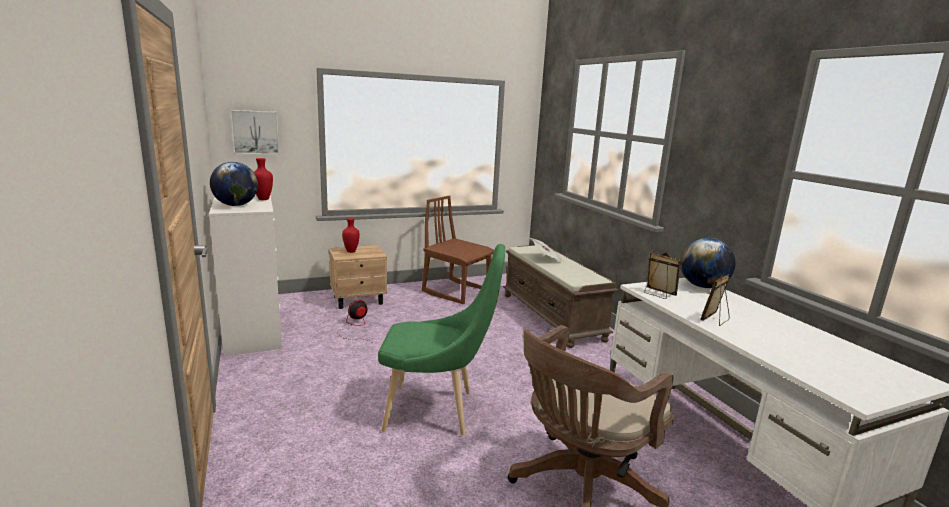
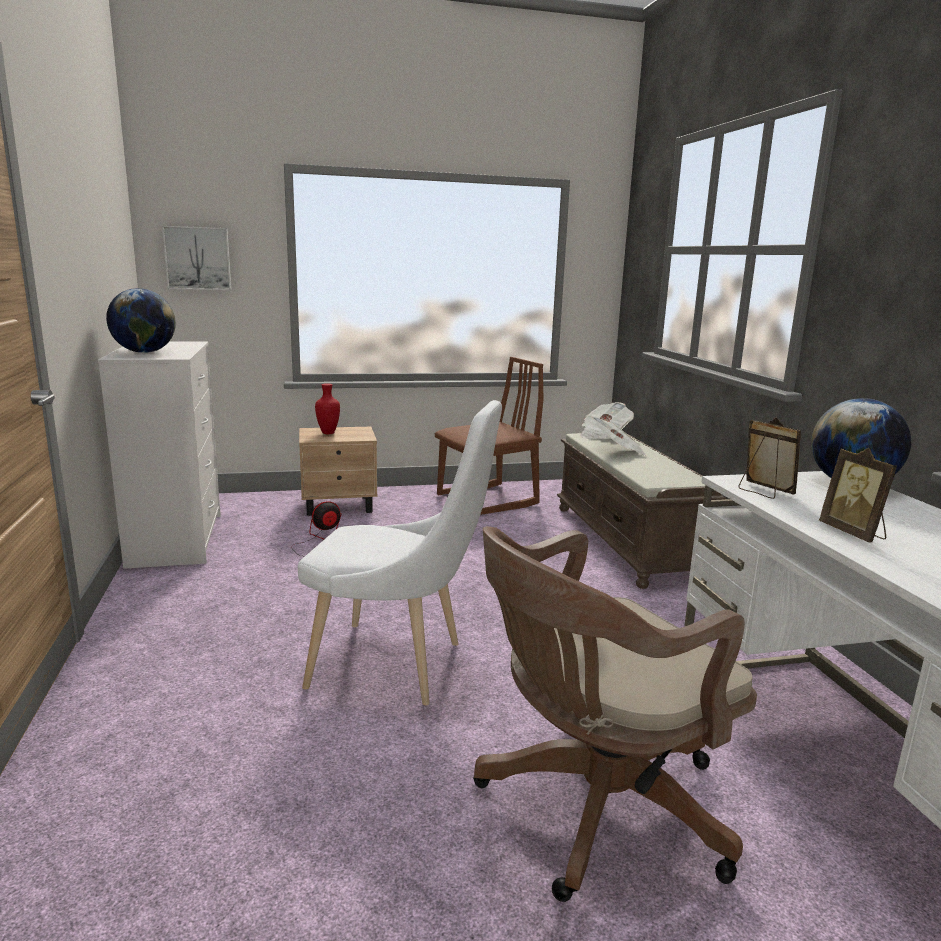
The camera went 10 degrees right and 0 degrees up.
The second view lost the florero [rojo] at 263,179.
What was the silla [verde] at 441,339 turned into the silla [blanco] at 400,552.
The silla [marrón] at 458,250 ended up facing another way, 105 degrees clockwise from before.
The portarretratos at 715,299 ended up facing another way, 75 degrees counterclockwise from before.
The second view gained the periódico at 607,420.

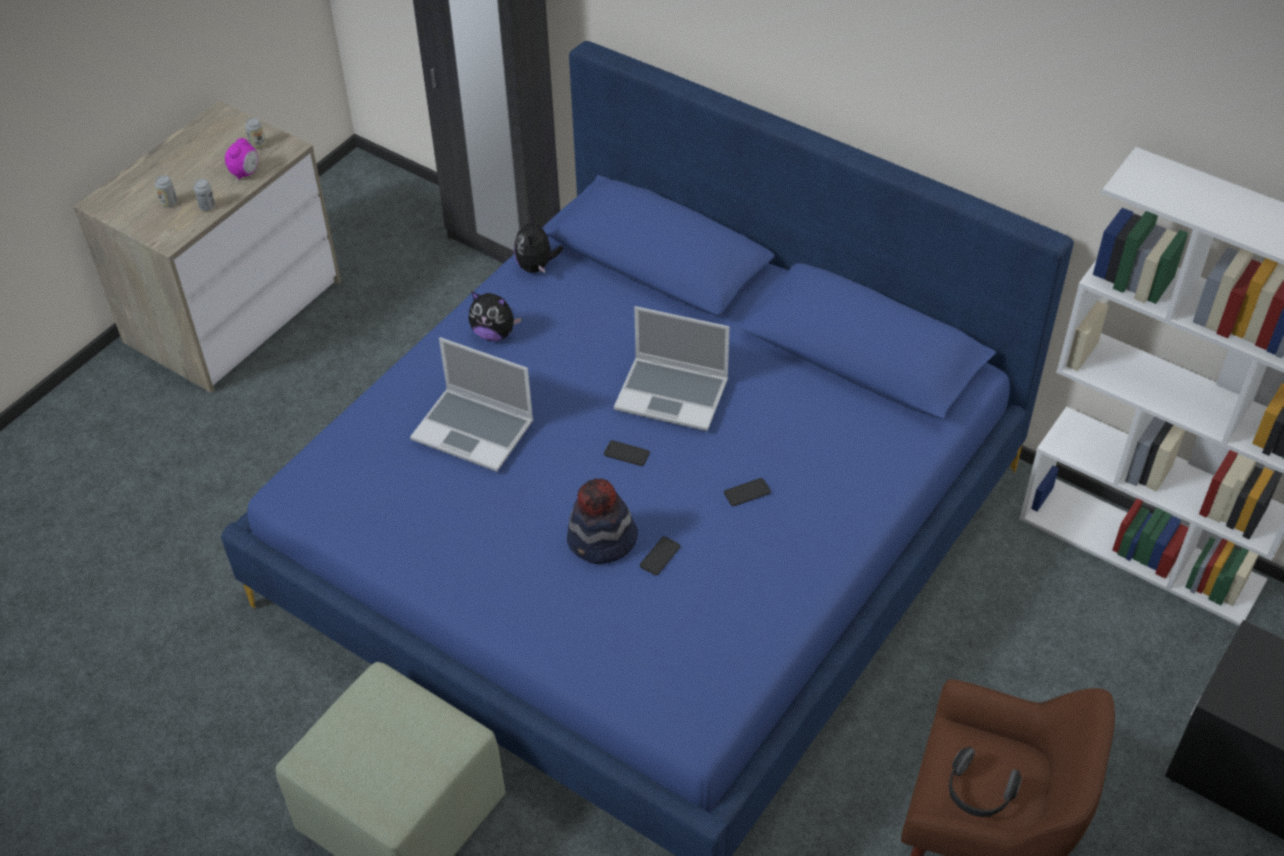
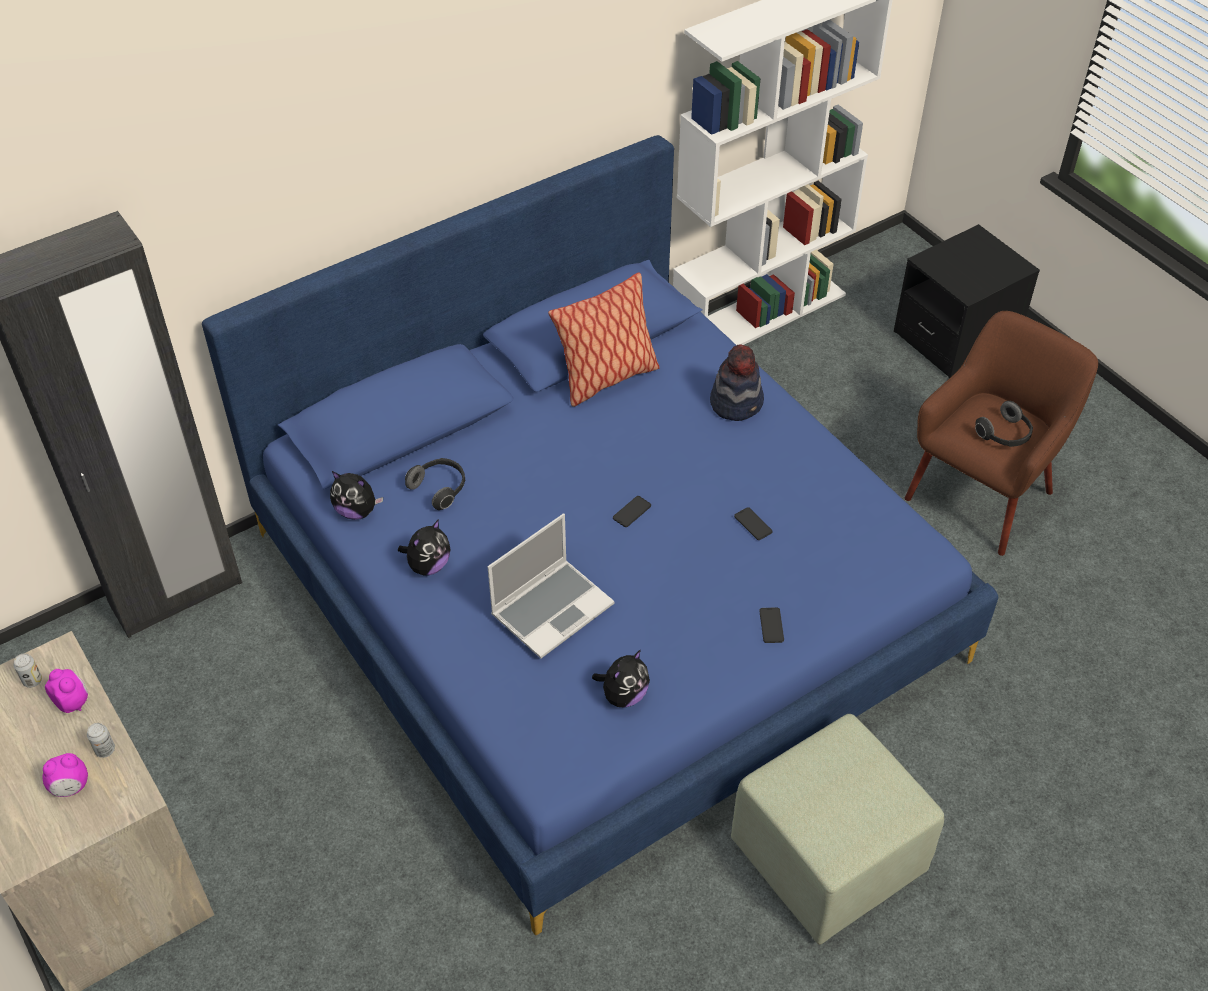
The camera went 70 degrees left and 0 degrees up.
Where the lata stood at 166,191, the despertador came to stand at 65,775.
The sombrero ended up elsewhere, having gone from 602,521 to 737,383.
The second view lost the portátil at 671,368.
The móvil ended up elsewhere, having gone from 747,492 to 771,625.
The second view gained the auriculares at 435,484.
The second view gained the cojín at 604,339.
The second view gained the peluche at 621,679.

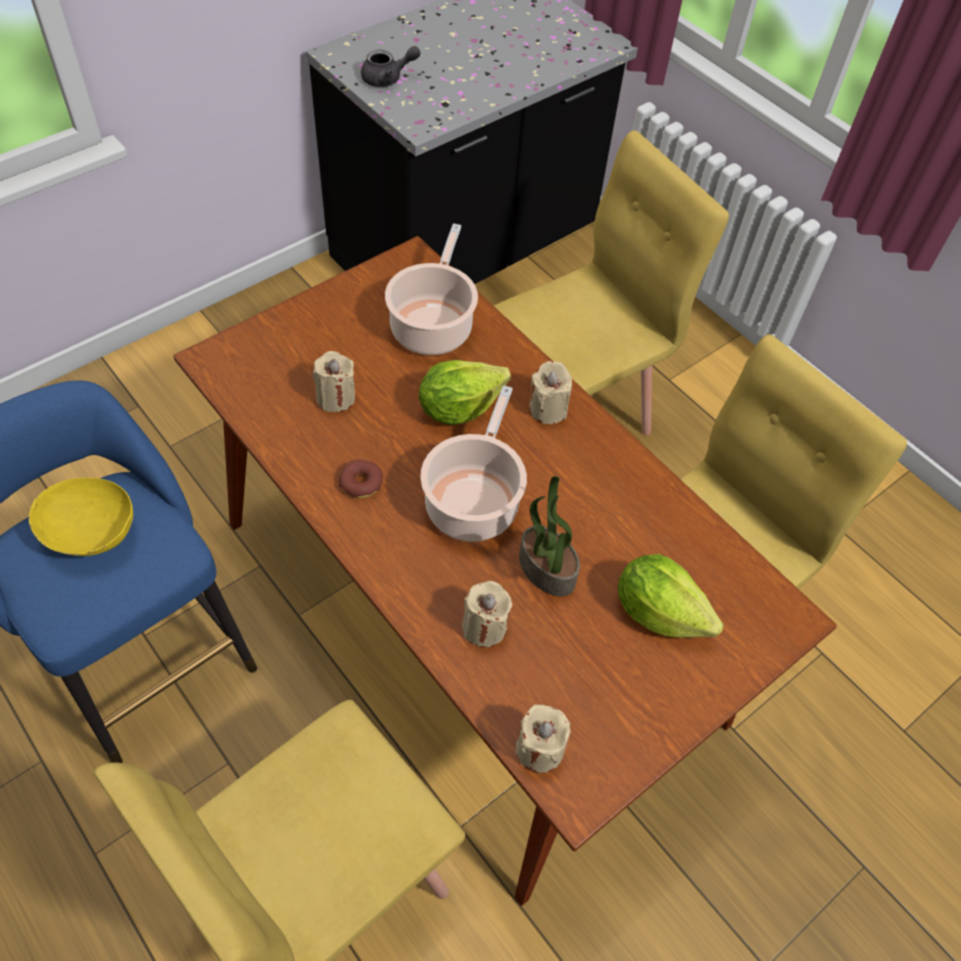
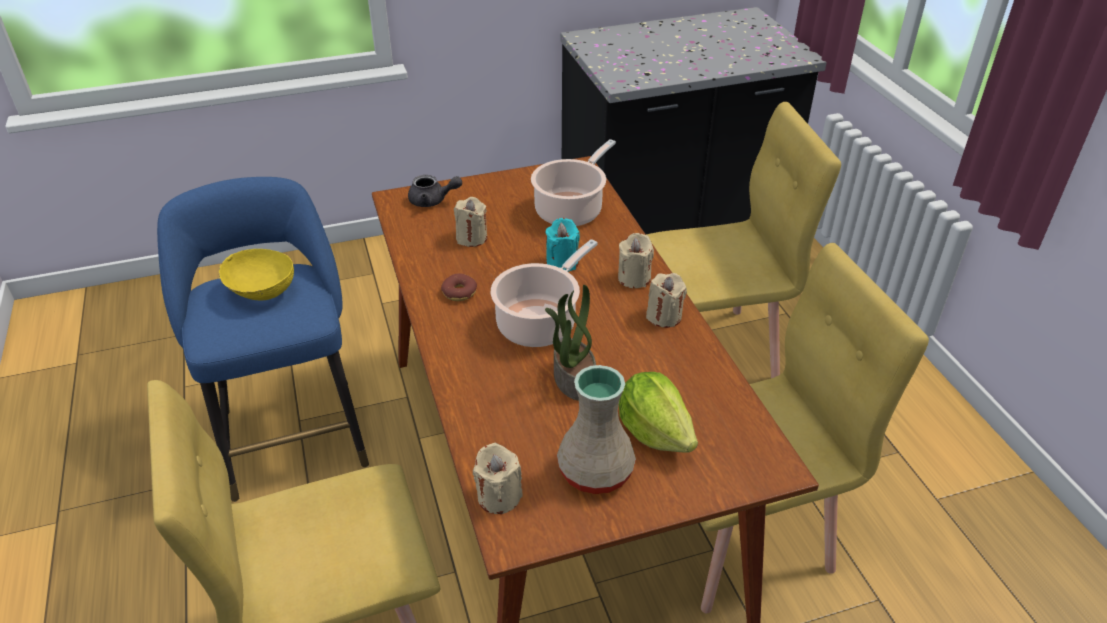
The camera went 25 degrees right and 15 degrees down.
The tetera [gris] ended up elsewhere, having gone from 391,66 to 435,191.
Where the lechuga stood at 465,392, the vela [turquesa] came to stand at 563,245.
The vela [beis] ended up elsewhere, having gone from 487,614 to 666,300.
The second view gained the florero [beis] at 596,429.

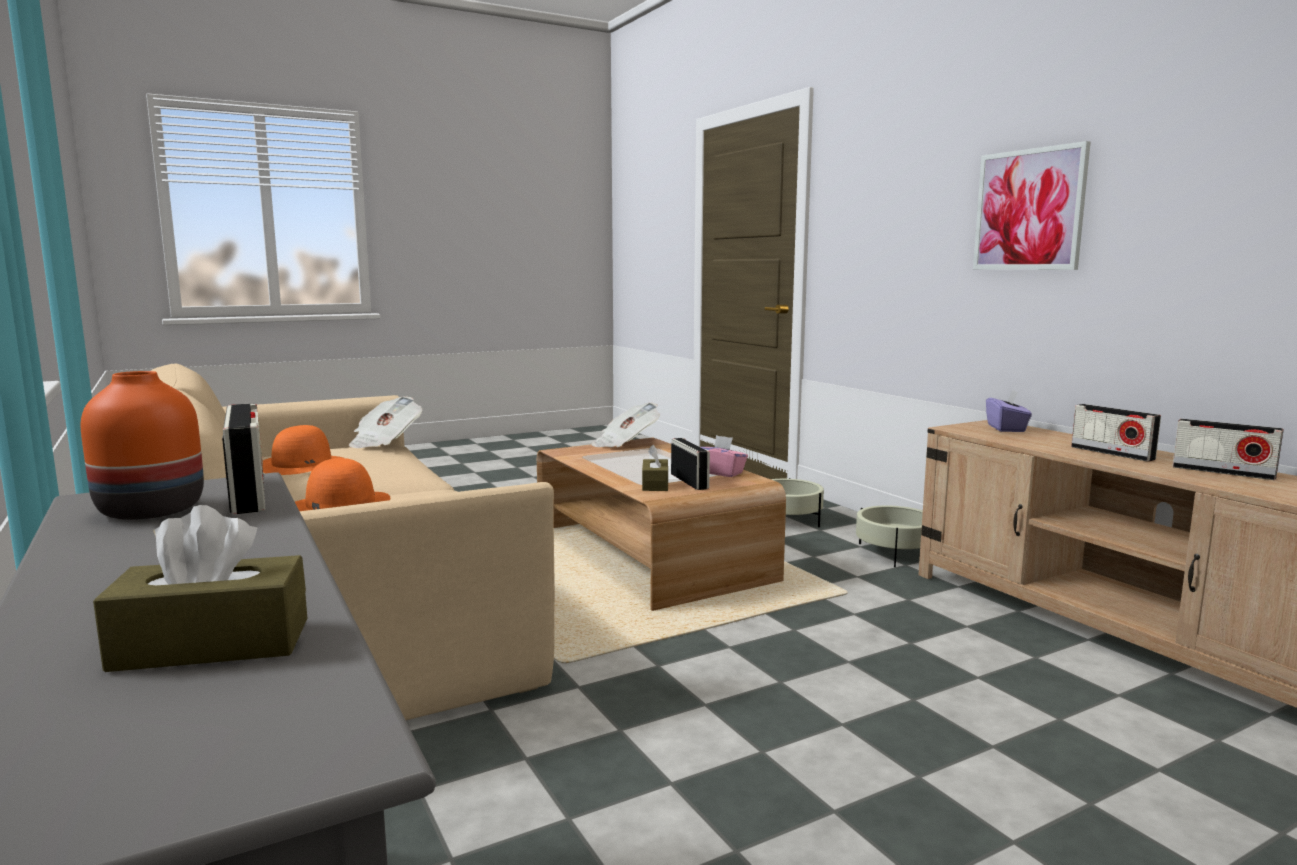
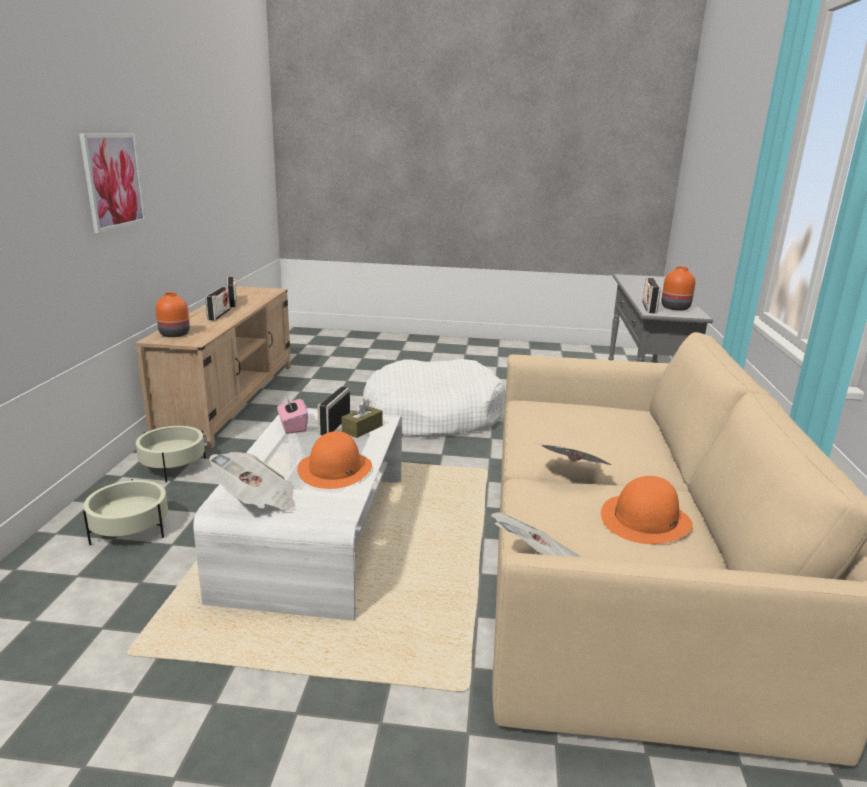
The camera went 145 degrees left and 10 degrees up.
The second view lost the caja de pañuelos [marrón] at 200,588.
The sombrero [naranja] ended up elsewhere, having gone from 342,484 to 334,460.
What was the mesa de centro [marrón] at 661,524 turned into the mesa de centro [blanco] at 297,515.
Where the caja de pañuelos [morado] stood at 1009,411, the florero [naranja] came to stand at 173,314.
The second view gained the cama para perro [blanco] at 434,398.
The second view gained the periódico at 573,454.

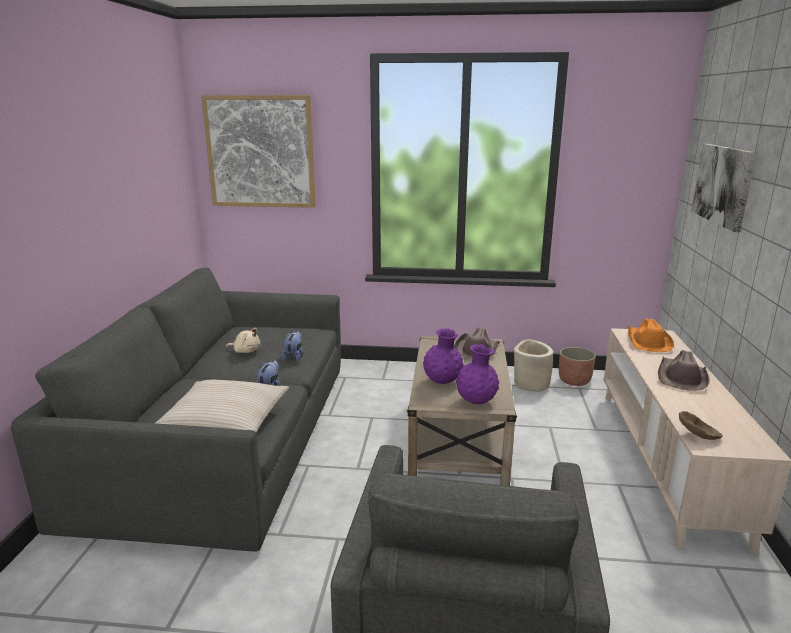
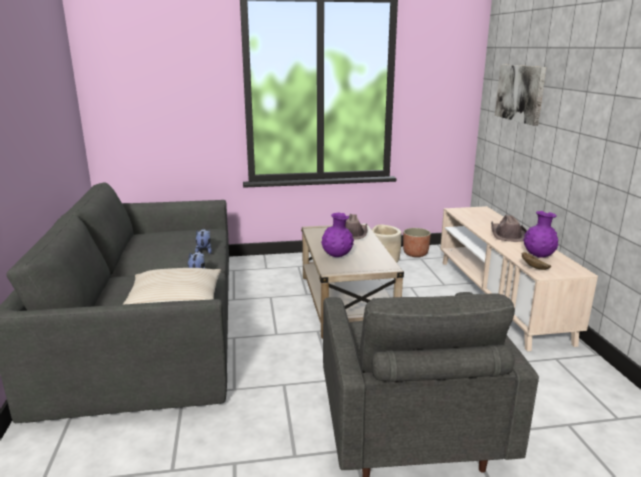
The camera went 15 degrees left and 0 degrees up.
The second view lost the cuadro at 258,151.
The second view lost the peluche [beis] at 243,340.
The florero [morado] ended up elsewhere, having gone from 477,374 to 540,234.
The second view lost the sombrero [naranja] at 651,335.

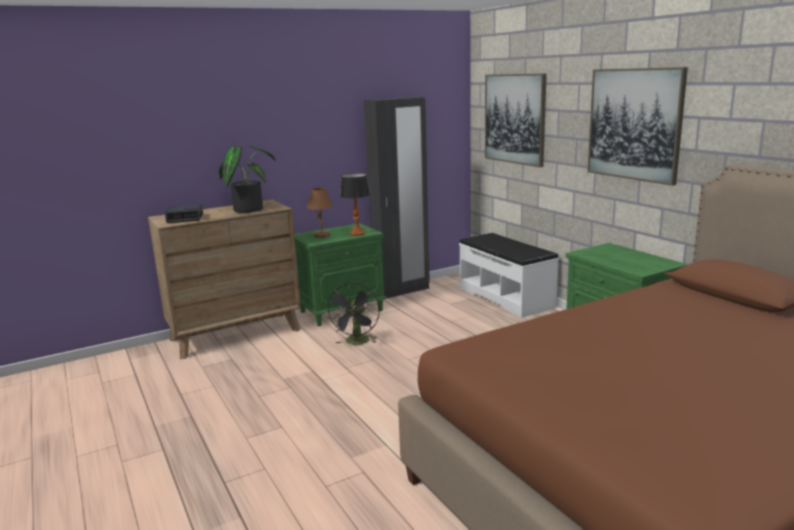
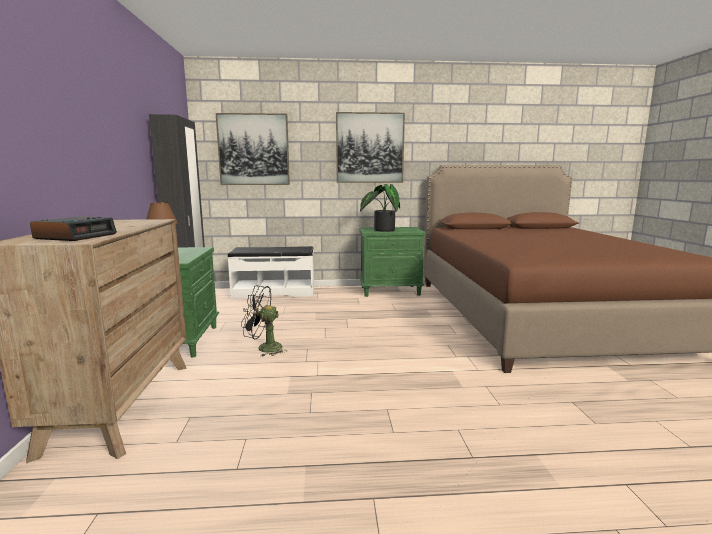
The camera went 65 degrees left and 5 degrees down.
The planta en maceta ended up elsewhere, having gone from 247,179 to 380,208.
The ventilador [negro] at 353,314 ended up facing another way, 150 degrees clockwise from before.
The second view lost the lámpara de mesa at 355,204.

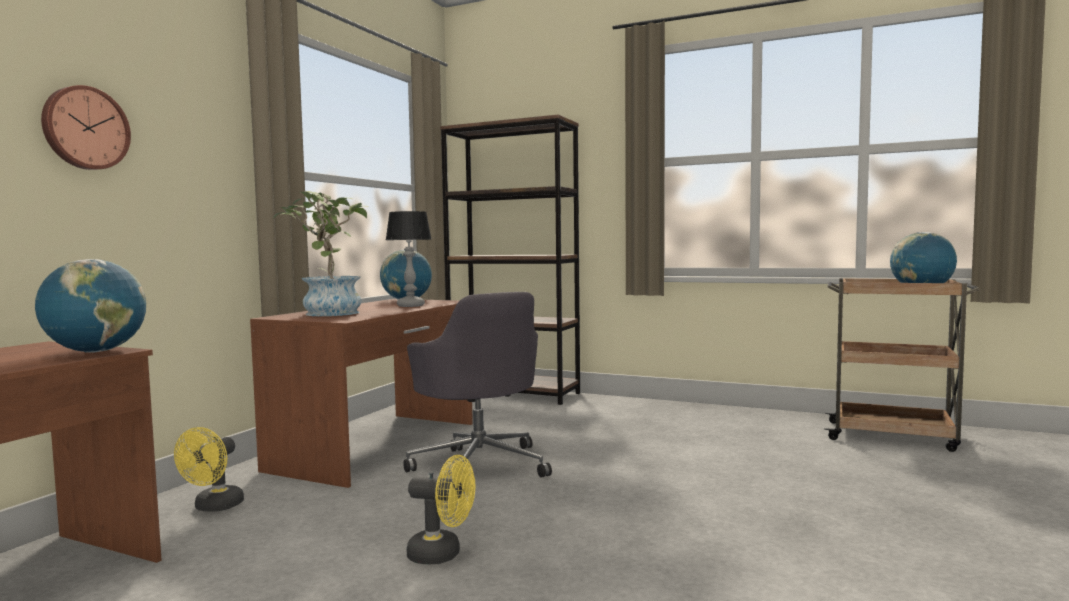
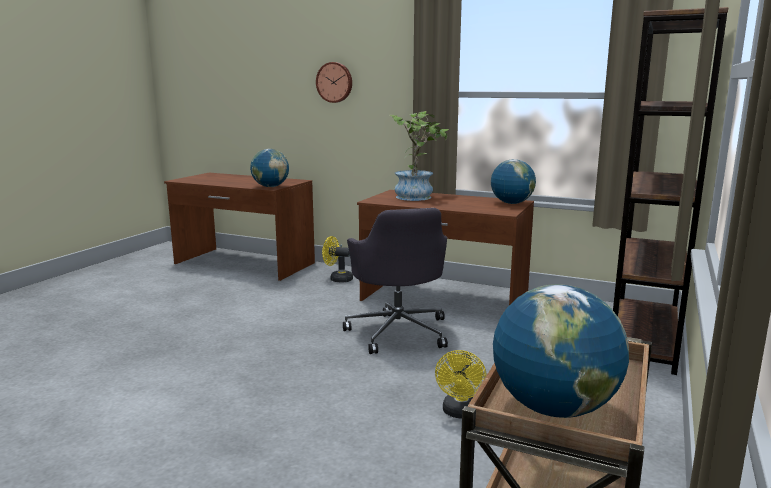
The camera went 90 degrees right and 10 degrees up.
The second view lost the lámpara de mesa at 409,259.
The silla de oficina [gris] at 477,384 ended up facing another way, 75 degrees counterclockwise from before.
The ventilador [amarillo] ended up elsewhere, having gone from 441,509 to 461,384.

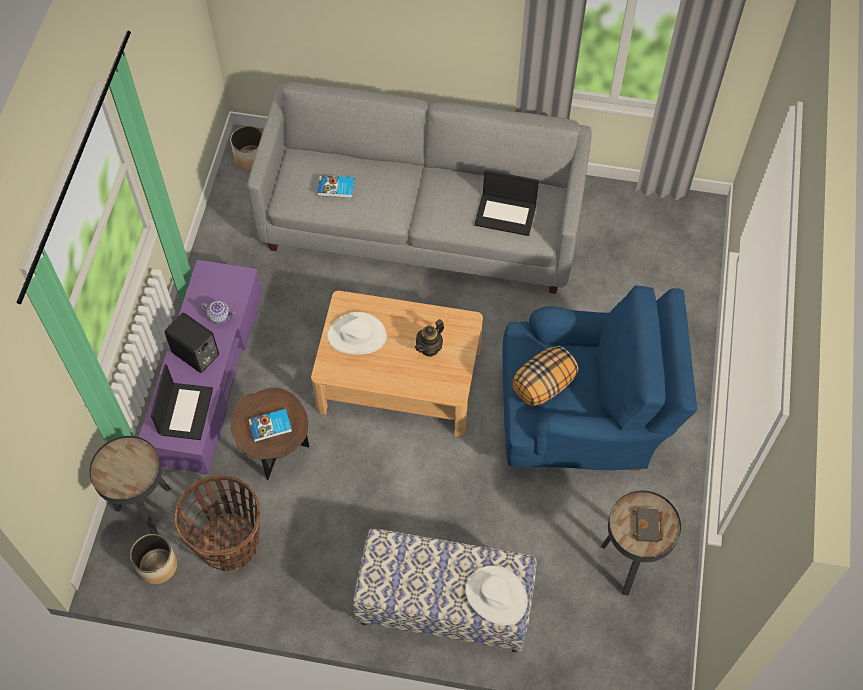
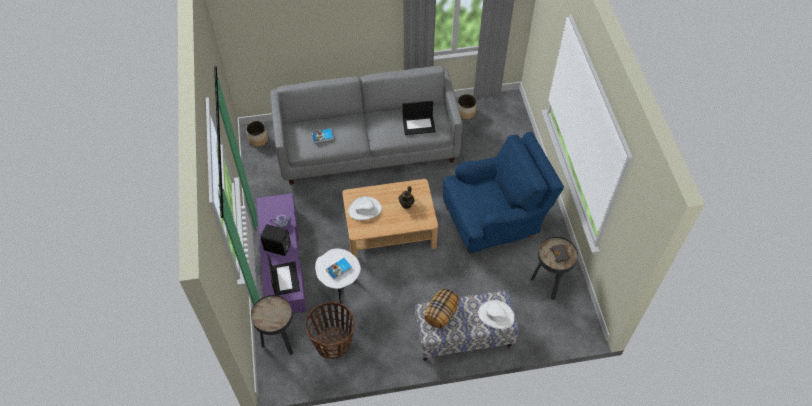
The camera went 20 degrees left and 5 degrees down.
The maceta ended up elsewhere, having gone from 153,559 to 467,106.
What was the mesa auxiliar [marrón] at 270,433 turned into the mesa auxiliar [blanco] at 338,275.
The cojín ended up elsewhere, having gone from 545,376 to 441,308.

